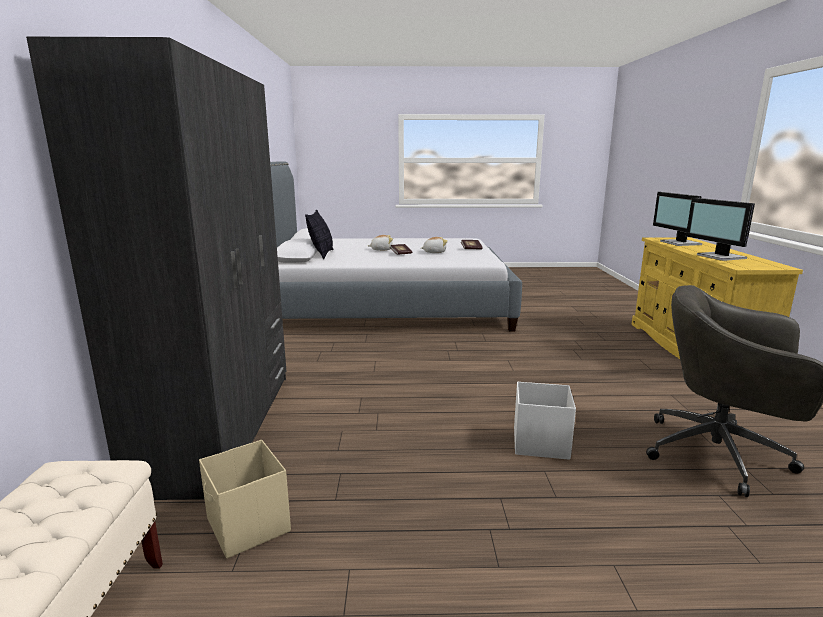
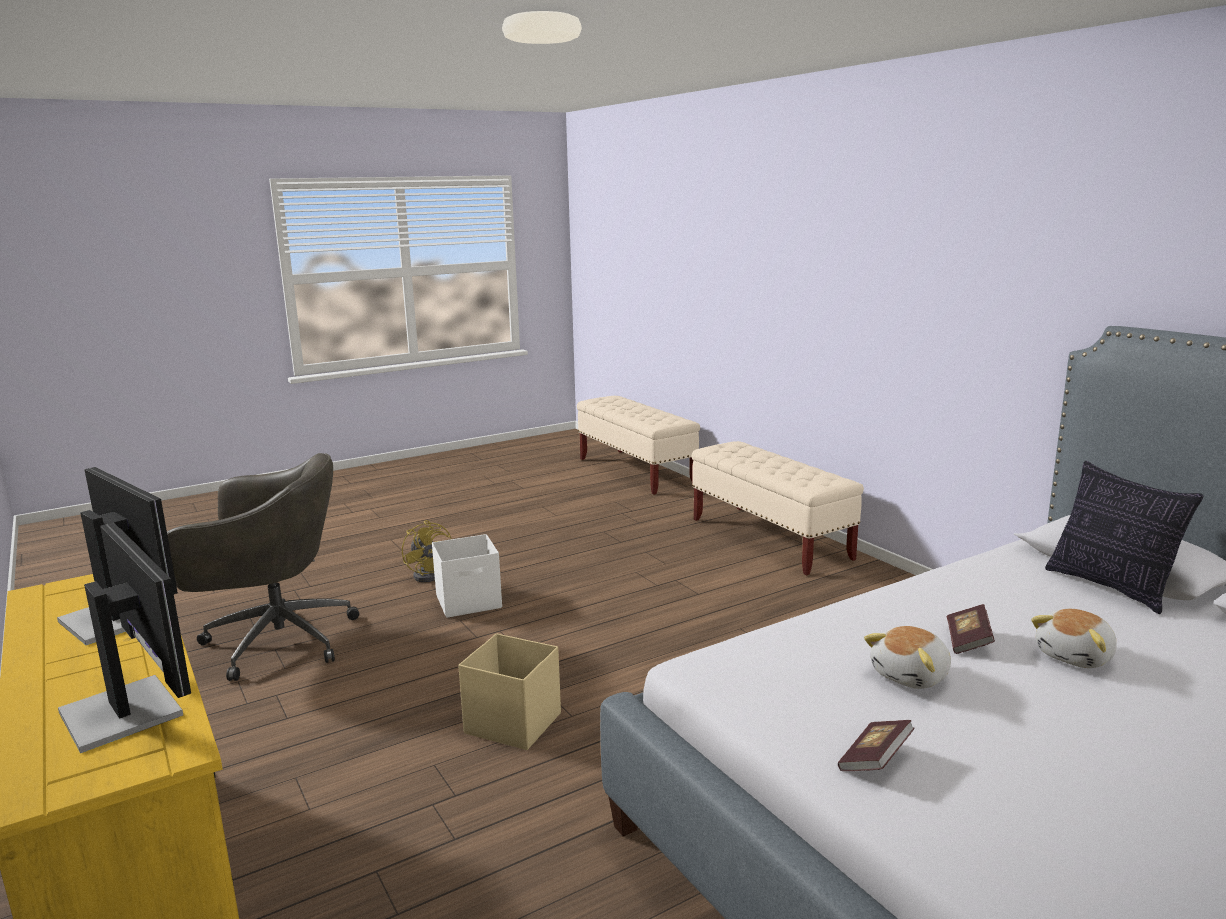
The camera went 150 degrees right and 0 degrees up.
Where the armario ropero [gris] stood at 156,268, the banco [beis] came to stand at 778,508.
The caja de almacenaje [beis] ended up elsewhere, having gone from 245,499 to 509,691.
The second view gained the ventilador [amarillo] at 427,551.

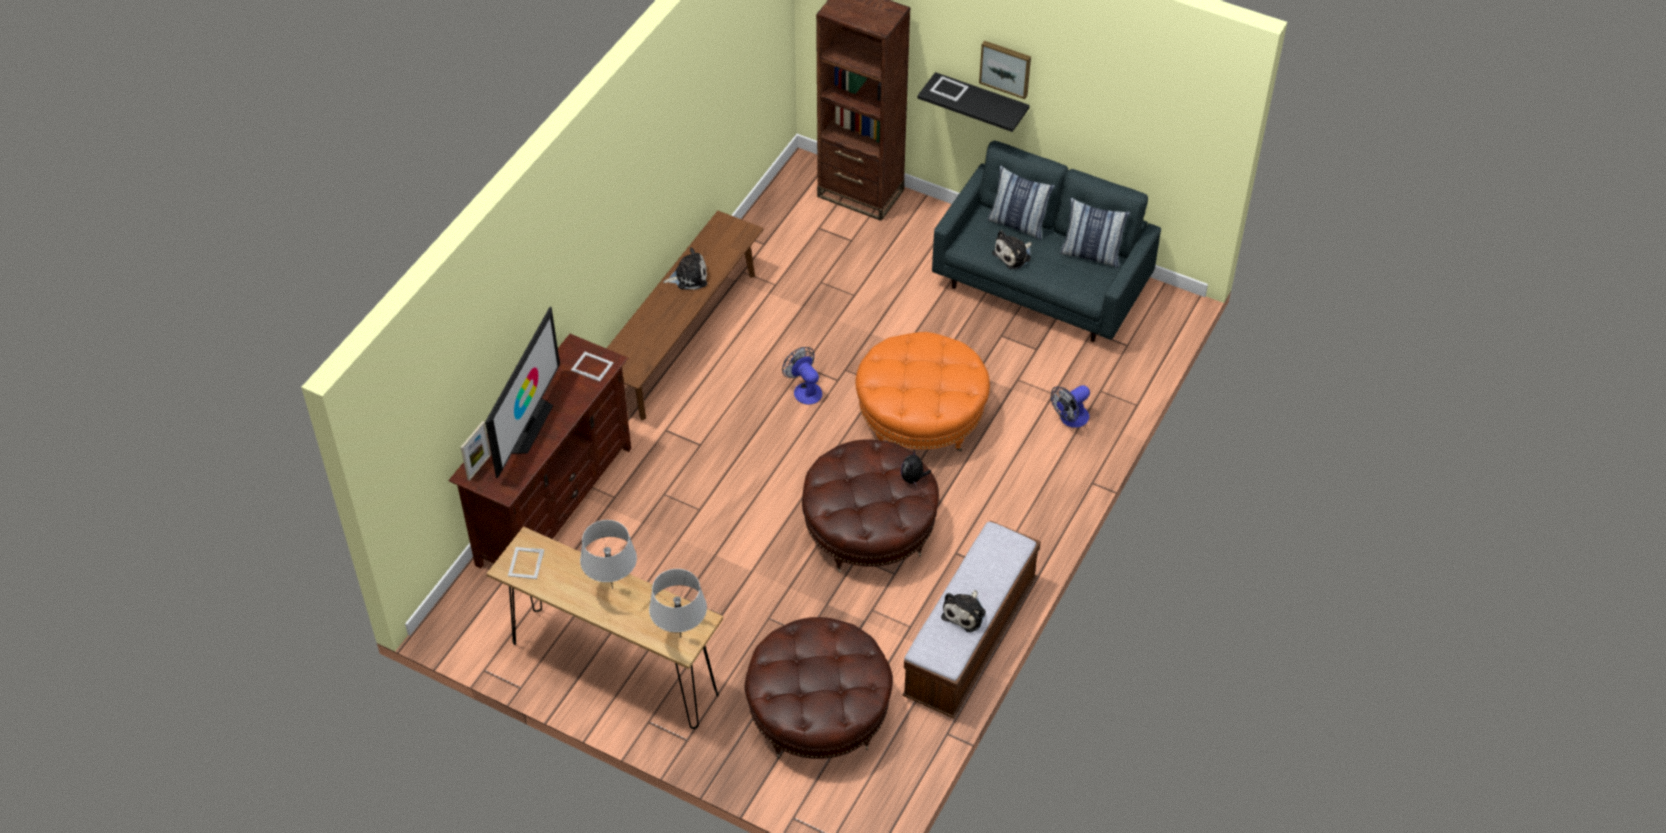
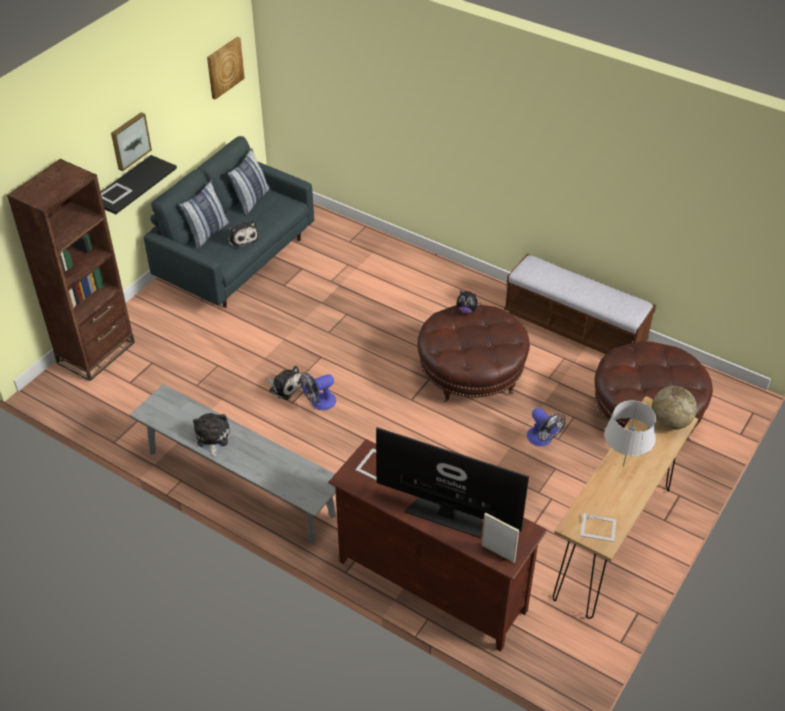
The camera went 85 degrees left and 5 degrees down.
What was the banco [marrón] at 685,315 turned into the banco [gris] at 233,463.
Where the lámpara de mesa [gris] stood at 678,603, the globo terráqueo came to stand at 674,408.
The second view lost the puf [naranja] at 922,391.
The peluche ended up elsewhere, having gone from 963,611 to 284,383.
The ventilador ended up elsewhere, having gone from 1070,406 to 546,427.
The second view gained the cuadro at 226,68.

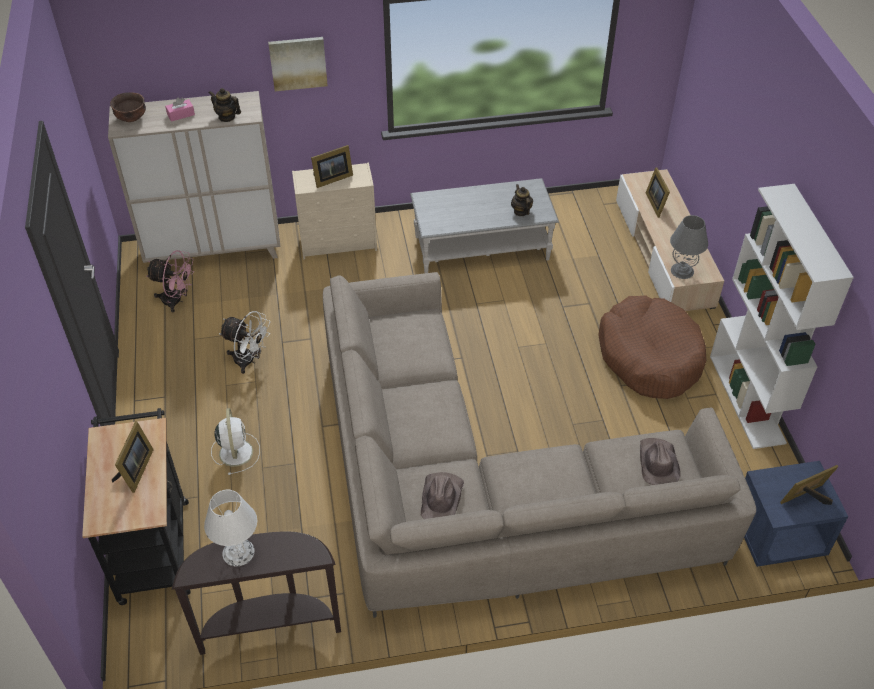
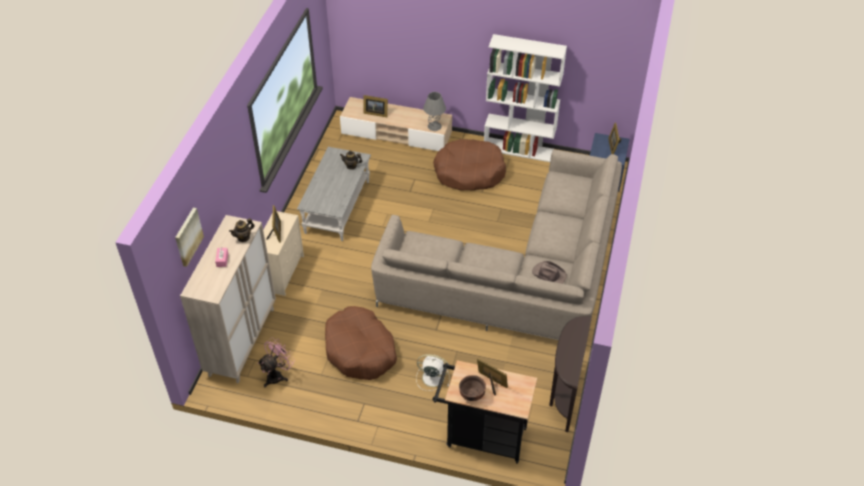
The camera went 65 degrees left and 0 degrees up.
The cuenco [marrón] ended up elsewhere, having gone from 128,107 to 472,388.
The second view lost the lámpara de mesa [blanco] at 230,528.
Where the ventilador [blanco] stood at 244,342, the cama para perro [marrón] came to stand at 361,343.
The cuadro ended up elsewhere, having gone from 298,64 to 189,237.
The second view lost the sombrero [marrón] at 660,461.

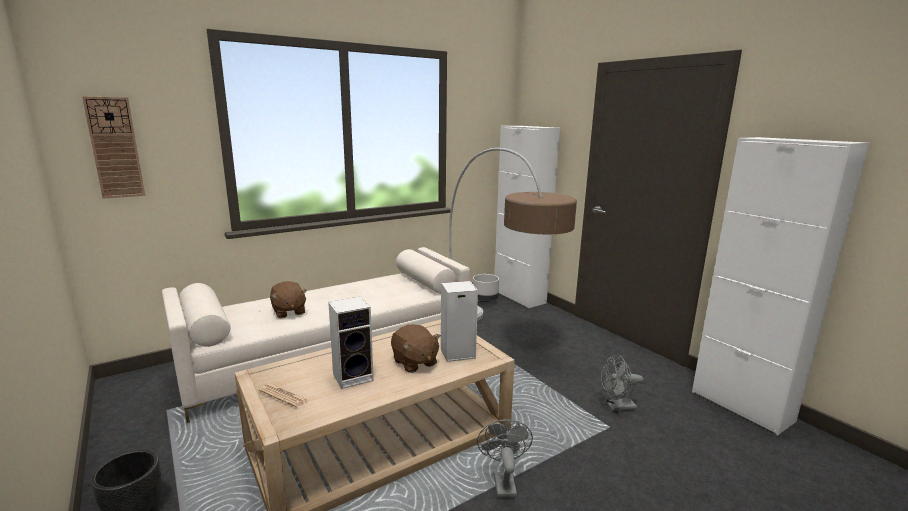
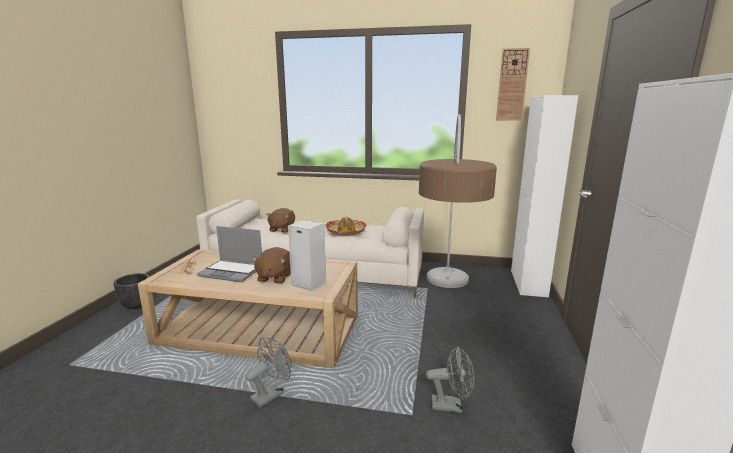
The camera went 45 degrees right and 0 degrees up.
The reloj de pared ended up elsewhere, having gone from 113,147 to 513,84.
Where the altavoz stood at 351,342, the portátil came to stand at 229,254.
The second view lost the maceta [gris] at 486,288.
The ventilador [gris] at 622,382 ended up facing another way, 150 degrees clockwise from before.
The second view gained the sombrero at 346,226.

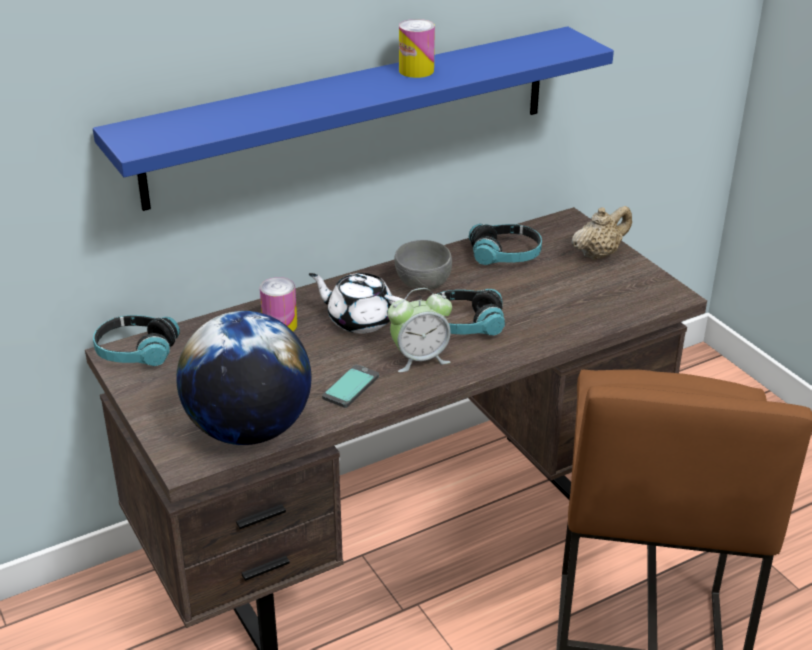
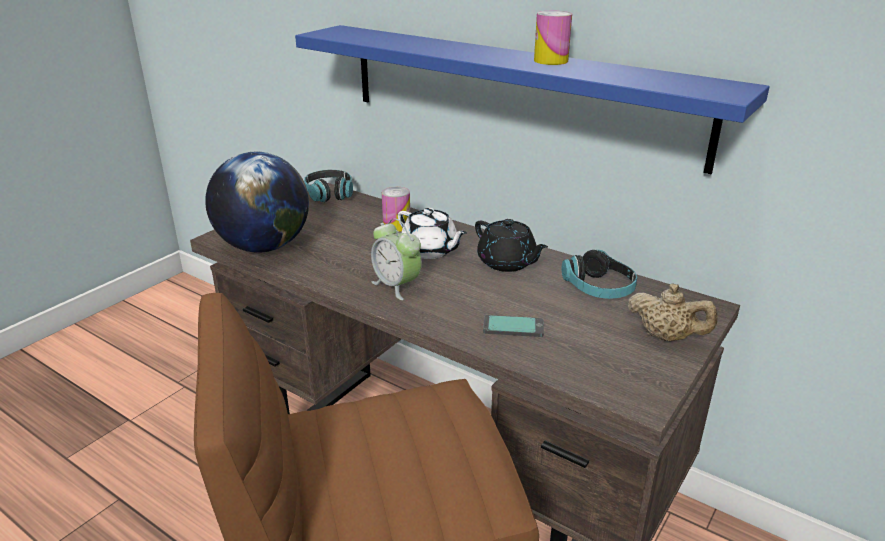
The camera went 65 degrees right and 5 degrees down.
The tetera [blanco] at 356,303 ended up facing another way, 135 degrees clockwise from before.
The móvil ended up elsewhere, having gone from 350,386 to 513,326.
Where the cuenco [gris] stood at 423,265, the tetera [negro] came to stand at 511,245.
The second view lost the auriculares at 471,312.

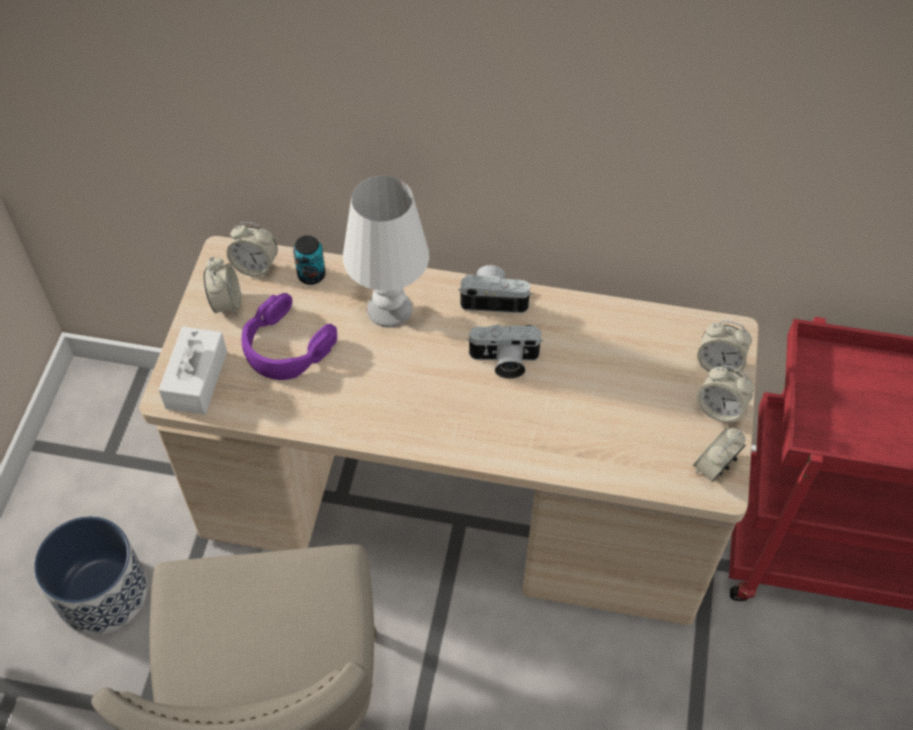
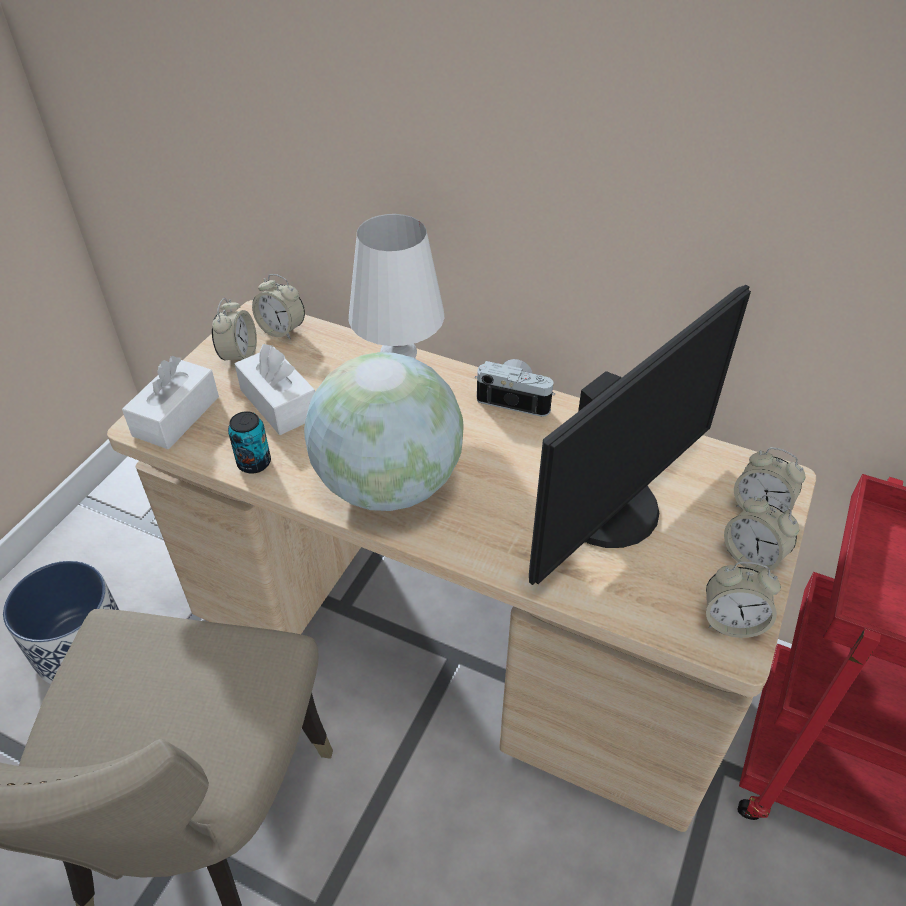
The camera went 15 degrees right and 10 degrees down.
Where the auriculares [morado] stood at 289,336, the caja de pañuelos [blanco] came to stand at 275,389.
The lata ended up elsewhere, having gone from 309,260 to 249,442.
The second view lost the cámara at 505,351.
The despertador at 719,455 ended up facing another way, 135 degrees counterclockwise from before.
The second view gained the globo terráqueo at 384,431.
The second view gained the monitor at 640,435.

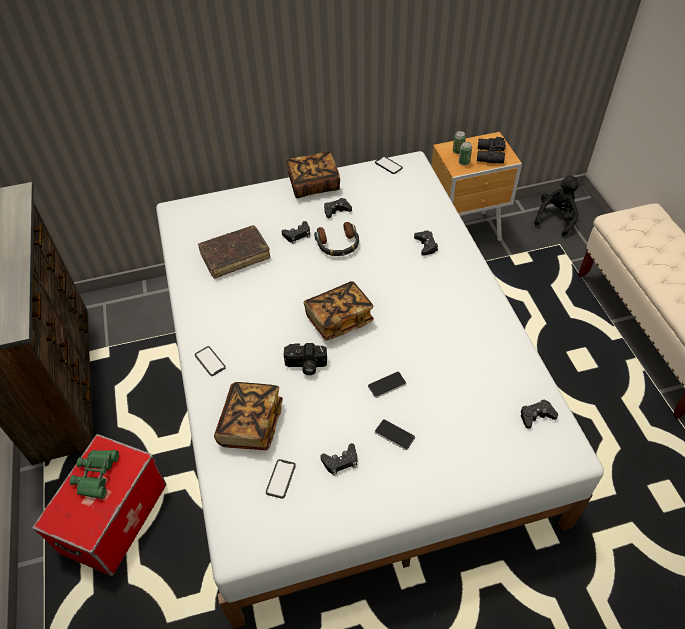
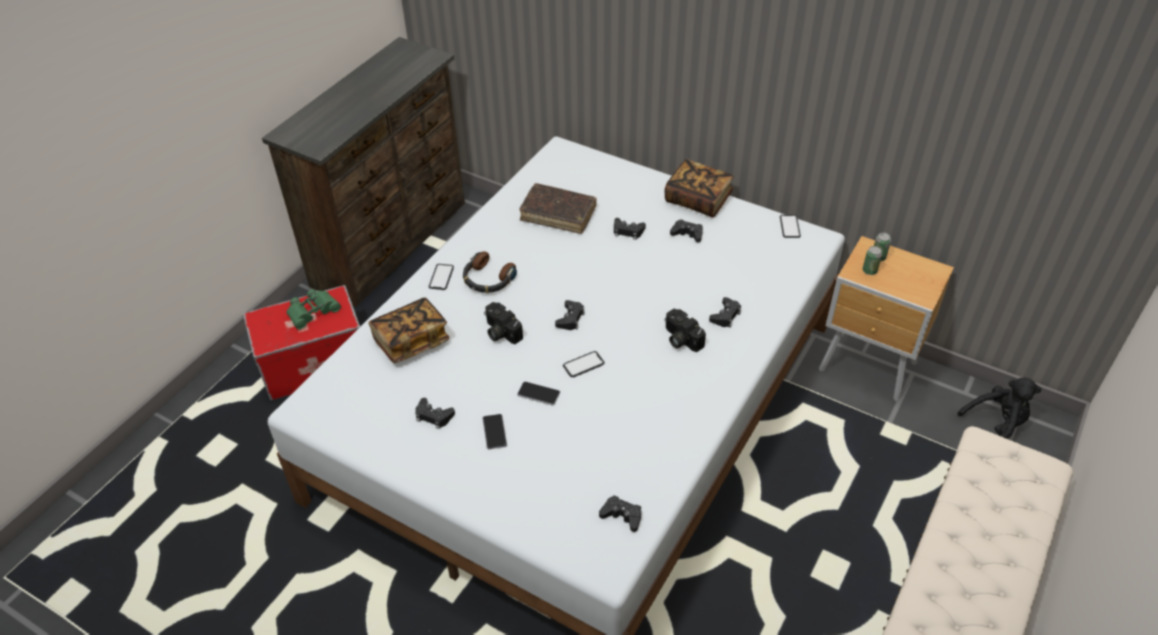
The camera went 45 degrees right and 5 degrees down.
The móvil ended up elsewhere, having gone from 281,479 to 584,364.
Where the libro stood at 339,310, the mando de consola [negro] came to stand at 570,315.
The auriculares ended up elsewhere, having gone from 336,239 to 490,272.
The second view lost the prismáticos [negro] at 491,150.
The second view gained the cámara at 685,330.

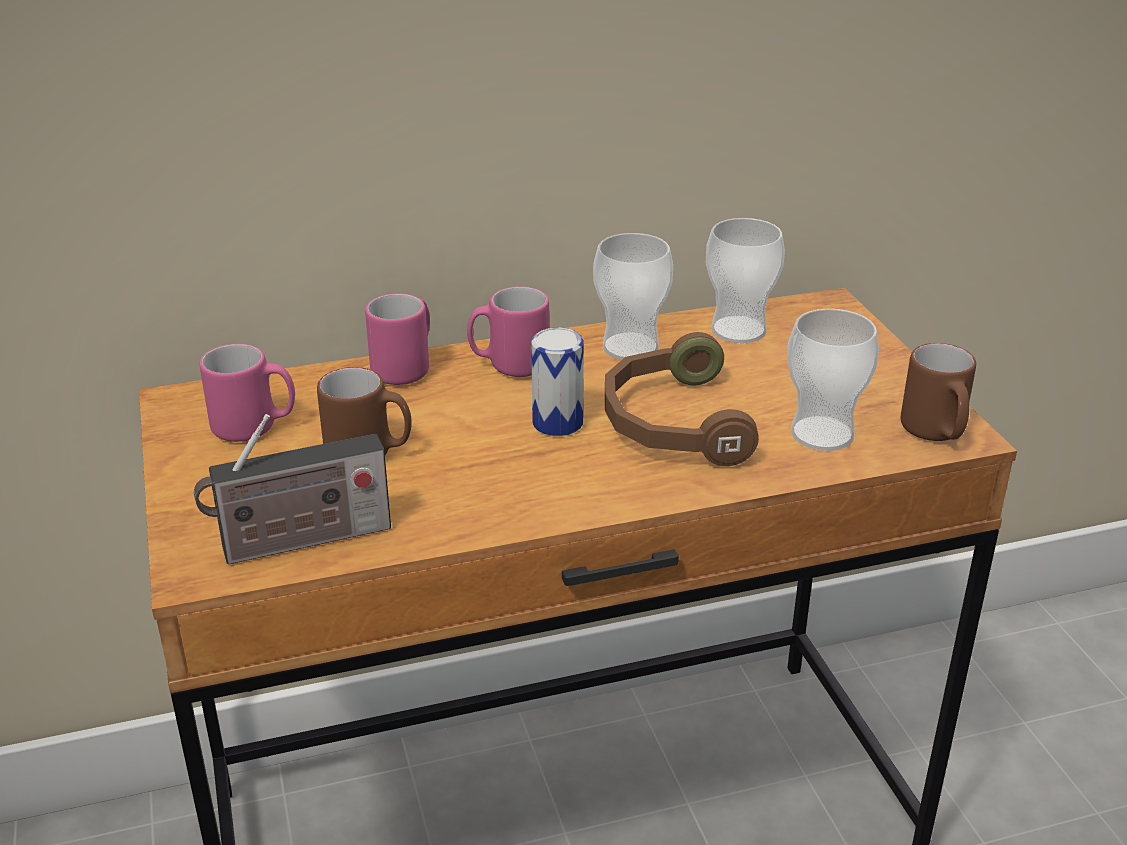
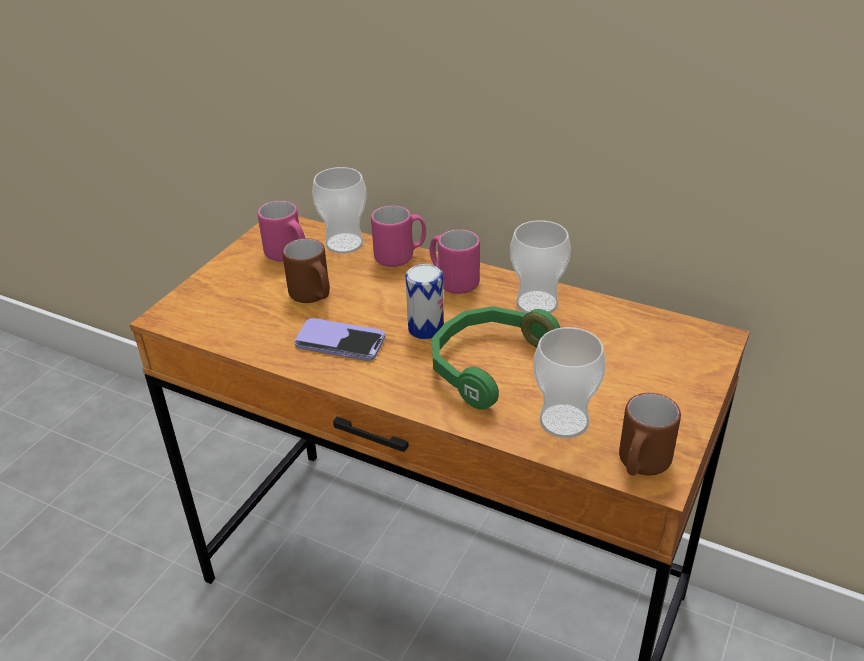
The camera went 45 degrees right and 5 degrees up.
The second view lost the radio at 292,489.
What was the auriculares [marrón] at 682,399 turned into the auriculares [verde] at 496,358.
The taza ended up elsewhere, having gone from 745,280 to 339,210.
The second view gained the móvil at 339,339.

